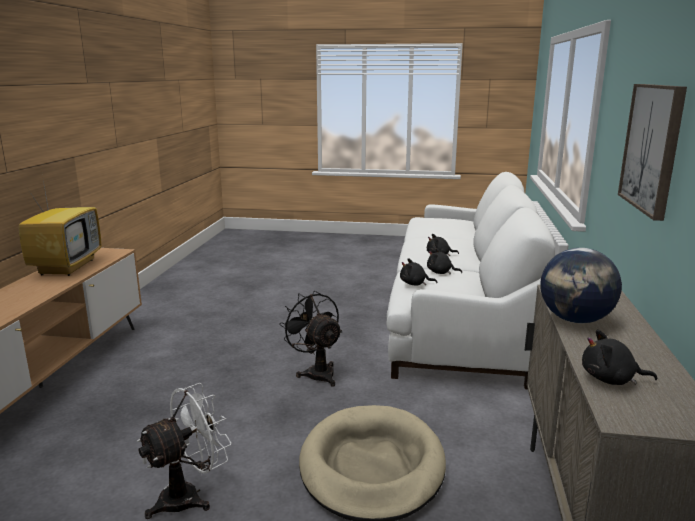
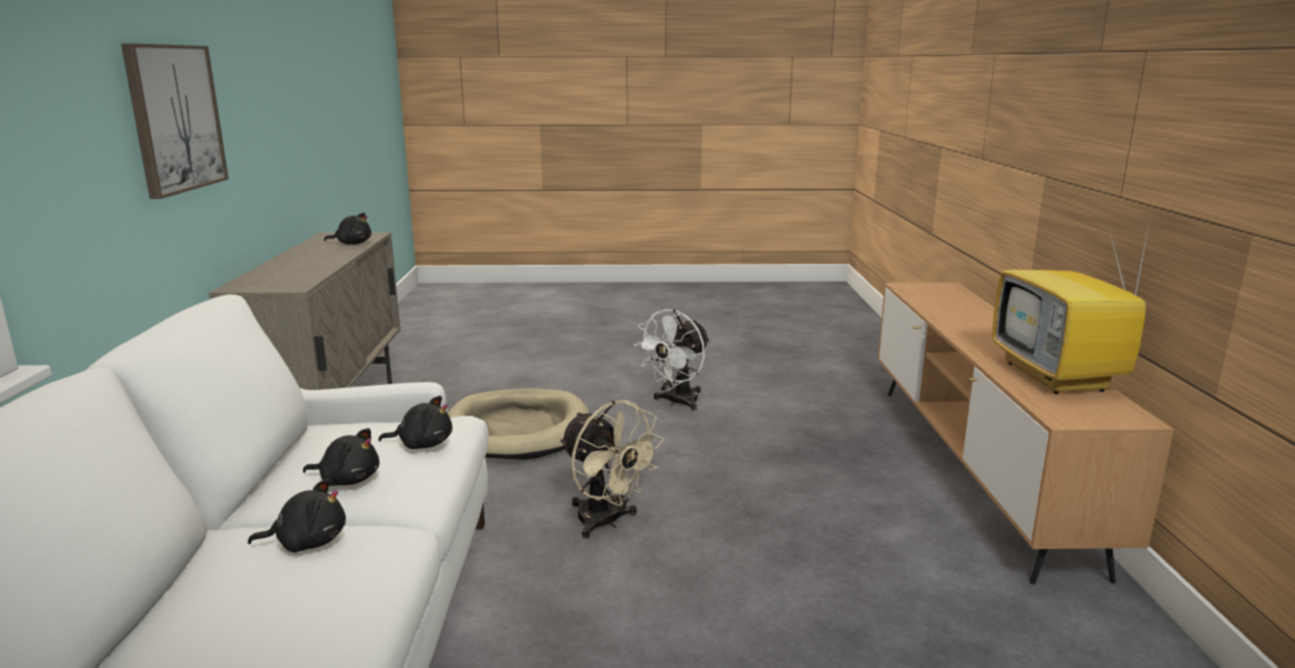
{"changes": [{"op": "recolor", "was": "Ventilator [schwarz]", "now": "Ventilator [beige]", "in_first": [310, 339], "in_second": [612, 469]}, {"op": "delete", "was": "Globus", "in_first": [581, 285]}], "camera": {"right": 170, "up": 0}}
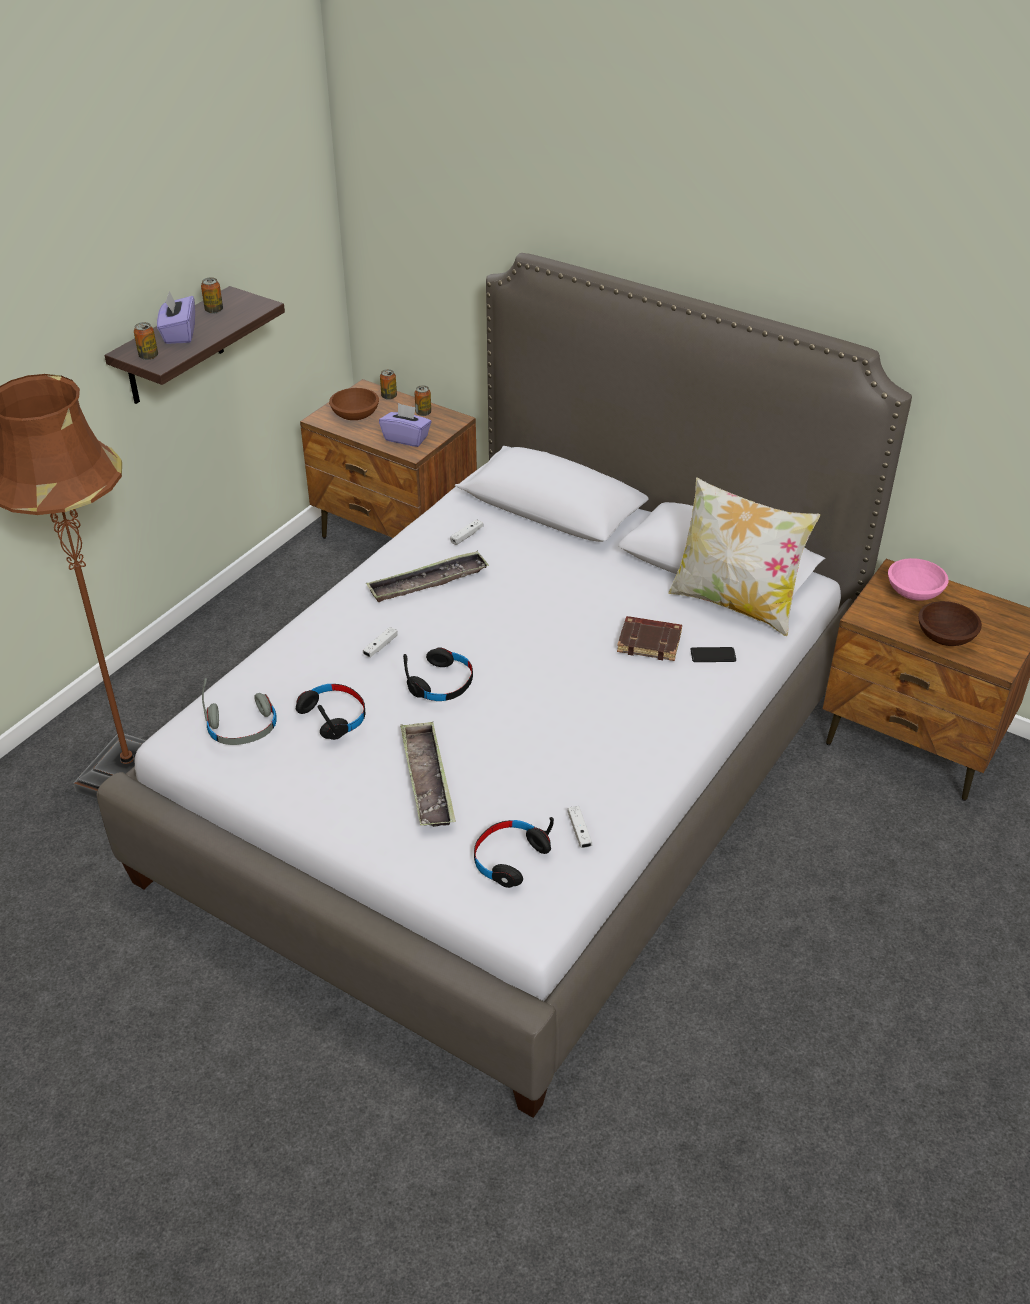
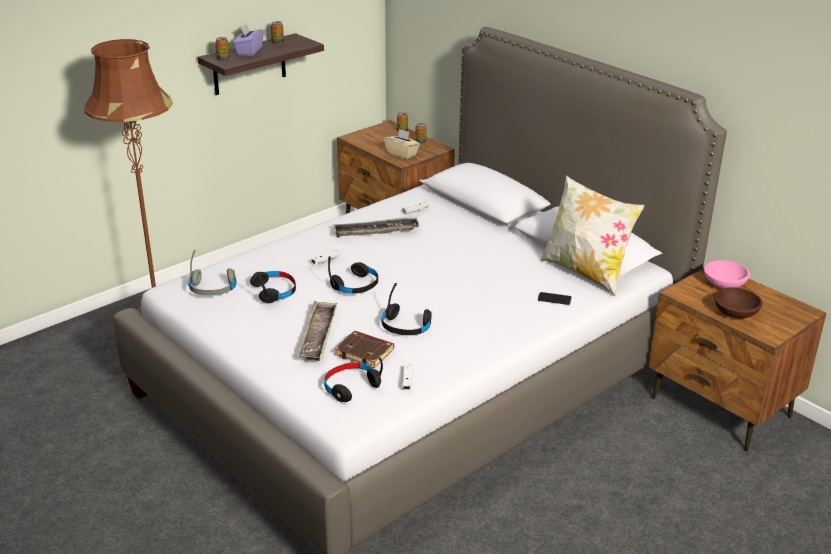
{"changes": [{"op": "move", "was": "Buch [braun]", "in_first": [649, 638], "in_second": [364, 349]}, {"op": "insert", "now": "Kopfhörer [schwarz]", "in_second": [406, 309]}, {"op": "recolor", "was": "Taschentuchbox [lila]", "now": "Taschentuchbox [beige]", "in_first": [405, 425], "in_second": [402, 144]}, {"op": "delete", "was": "Schüssel [braun]", "in_first": [354, 404]}], "camera": {"right": 15, "up": -10}}
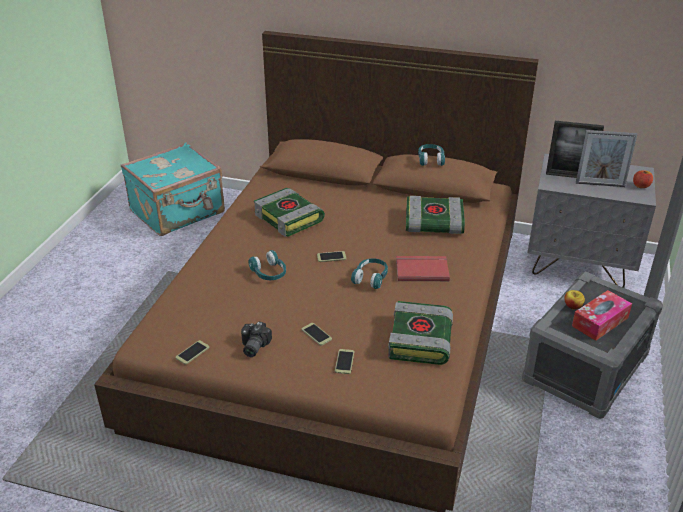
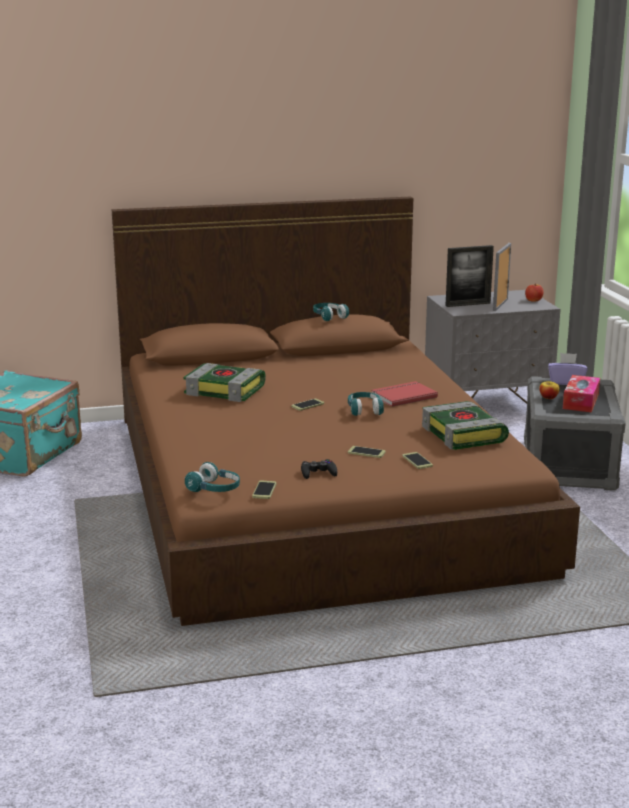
{"changes": [{"op": "move", "was": "Kopfhörer [türkis]", "in_first": [267, 265], "in_second": [212, 477]}, {"op": "replace", "was": "Kamera", "now": "Gamepad [schwarz]", "in_first": [256, 339], "in_second": [319, 469]}, {"op": "rotate", "was": "Bilderrahmen", "in_first": [607, 158], "in_second": [502, 277], "clockwise": 135}, {"op": "insert", "now": "Taschentuchbox [lila]", "in_second": [568, 369]}, {"op": "delete", "was": "Buch", "in_first": [435, 215]}], "camera": {"right": -30, "up": -15}}
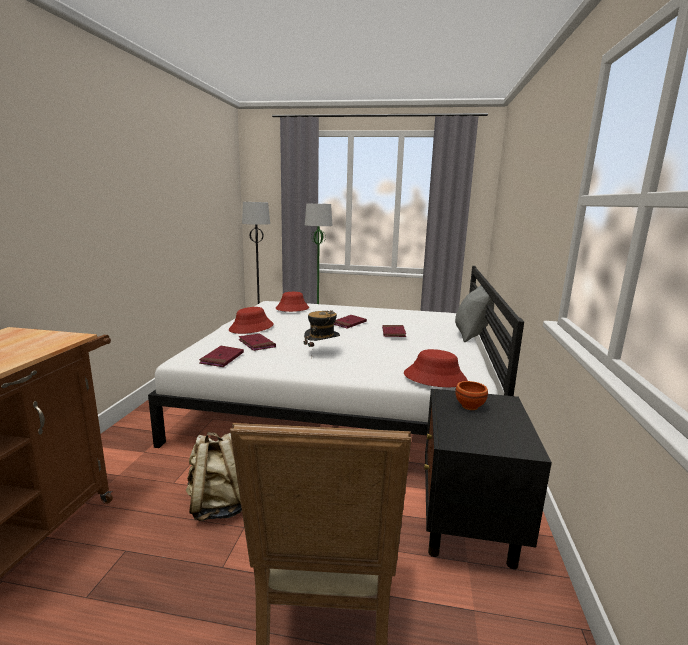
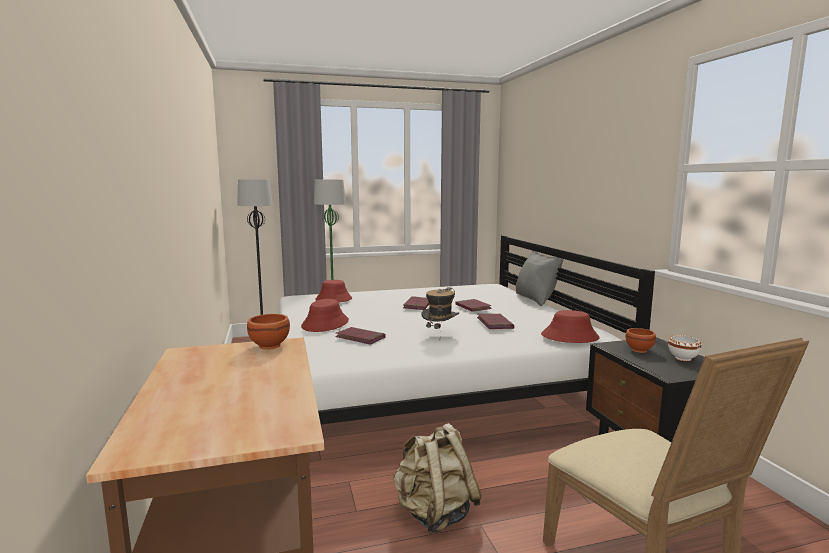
{"changes": [{"op": "insert", "now": "Schüssel [braun]", "in_second": [268, 332]}, {"op": "move", "was": "Buch [rot]", "in_first": [221, 356], "in_second": [495, 321]}, {"op": "insert", "now": "Schüssel [weiß]", "in_second": [684, 348]}], "camera": {"right": -25, "up": -5}}
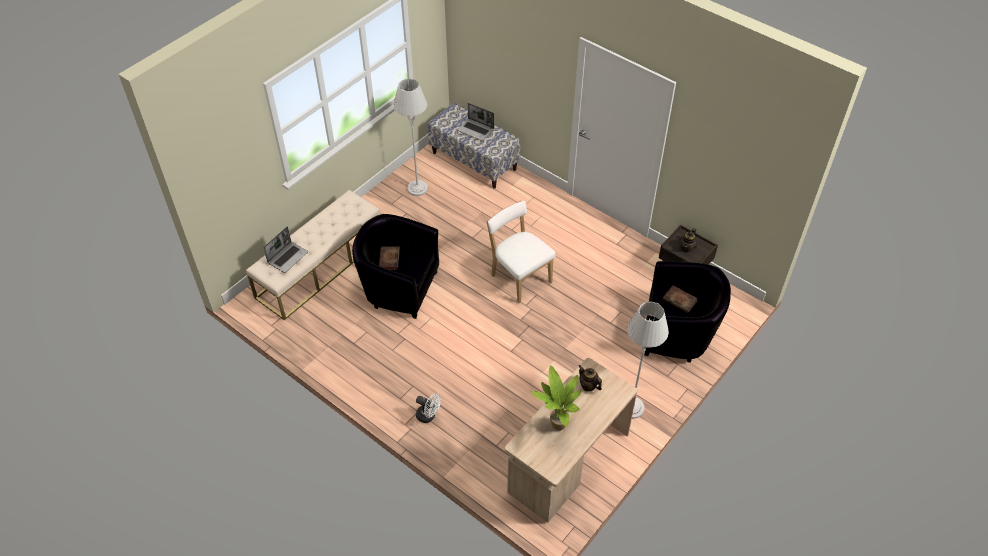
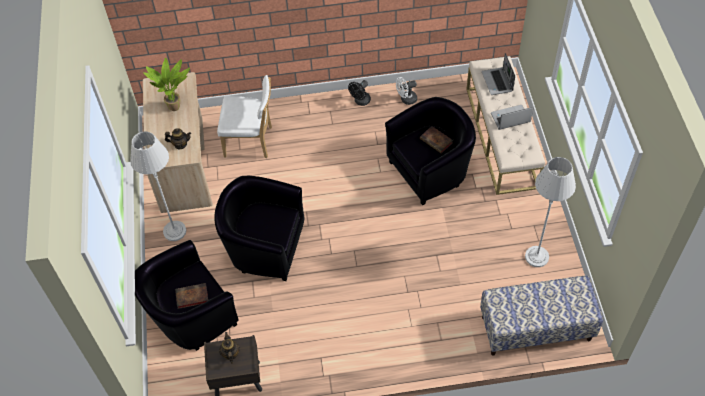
{"changes": [{"op": "insert", "now": "Sessel [schwarz]", "in_second": [259, 228]}, {"op": "move", "was": "Stuhl [weiß]", "in_first": [521, 252], "in_second": [244, 116]}, {"op": "insert", "now": "Ventilator [schwarz]", "in_second": [359, 93]}, {"op": "move", "was": "Ventilator [weiß]", "in_first": [428, 408], "in_second": [406, 91]}, {"op": "move", "was": "Laptop", "in_first": [475, 122], "in_second": [512, 117]}], "camera": {"right": 135, "up": 5}}
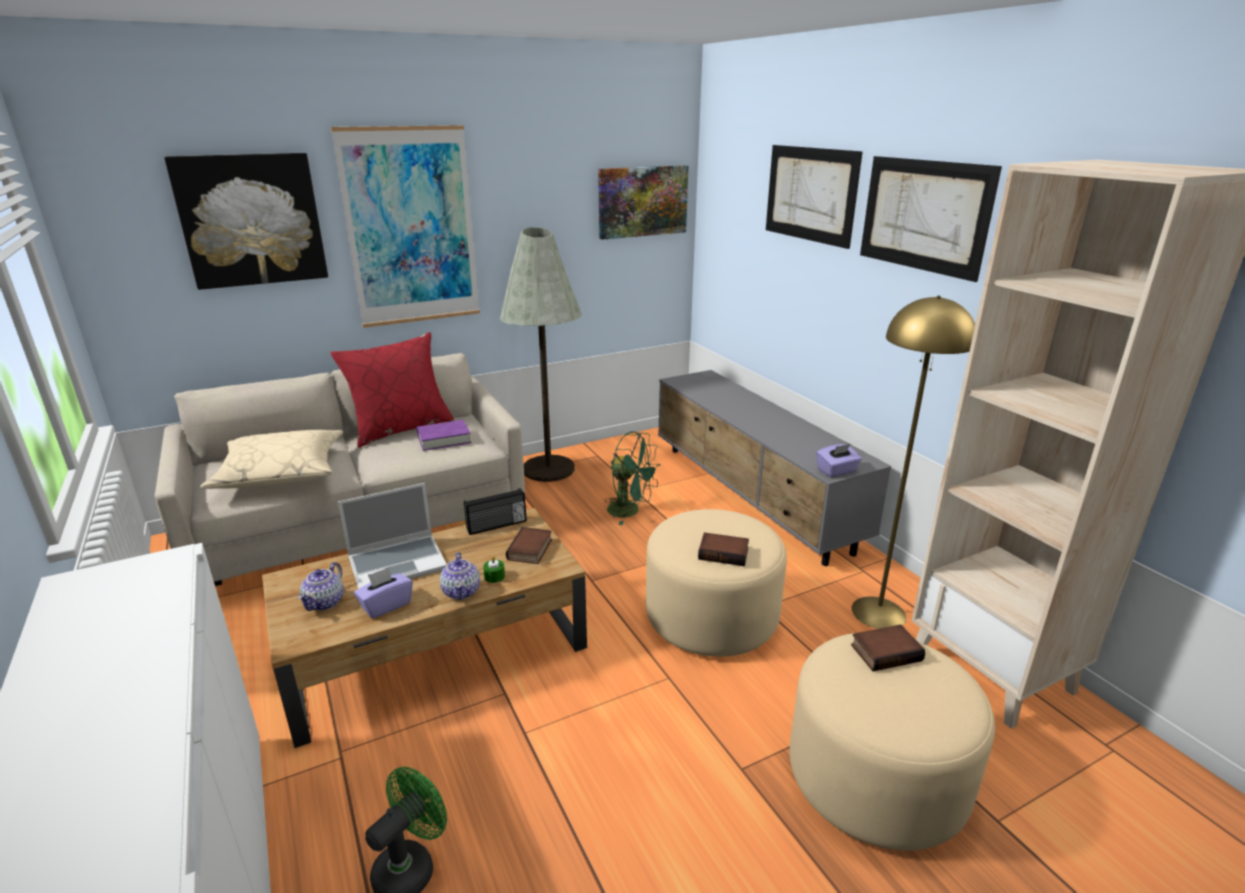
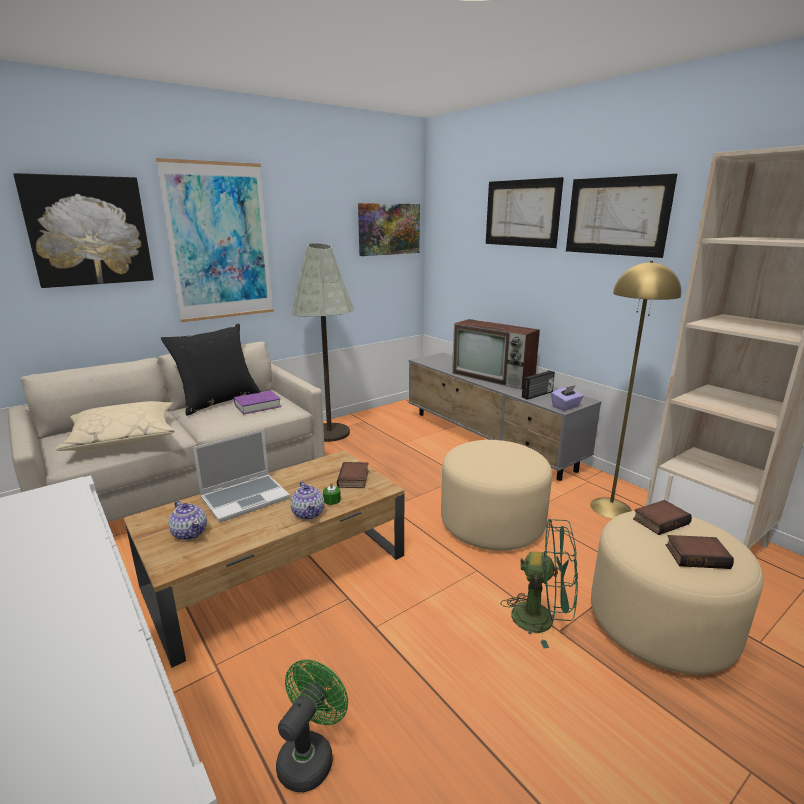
{"changes": [{"op": "recolor", "was": "Kissen [rot]", "now": "Kissen [schwarz]", "in_first": [392, 389], "in_second": [211, 370]}, {"op": "rotate", "was": "Teekanne", "in_first": [320, 586], "in_second": [187, 520], "clockwise": -45}, {"op": "insert", "now": "Fernseher", "in_second": [496, 354]}, {"op": "move", "was": "Ventilator [grün]", "in_first": [632, 478], "in_second": [539, 583]}, {"op": "move", "was": "Radio", "in_first": [495, 511], "in_second": [538, 385]}, {"op": "move", "was": "Buch", "in_first": [723, 549], "in_second": [700, 552]}, {"op": "delete", "was": "Taschentuchbox [lila]", "in_first": [383, 593]}], "camera": {"right": -10, "up": -5}}
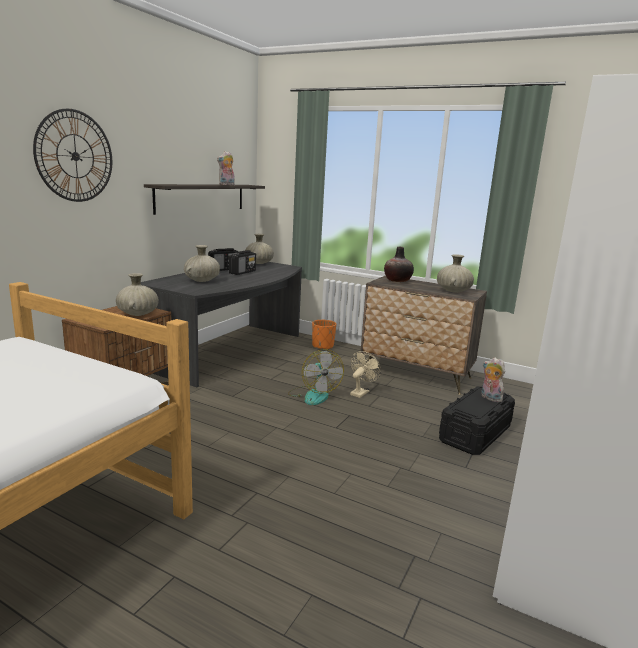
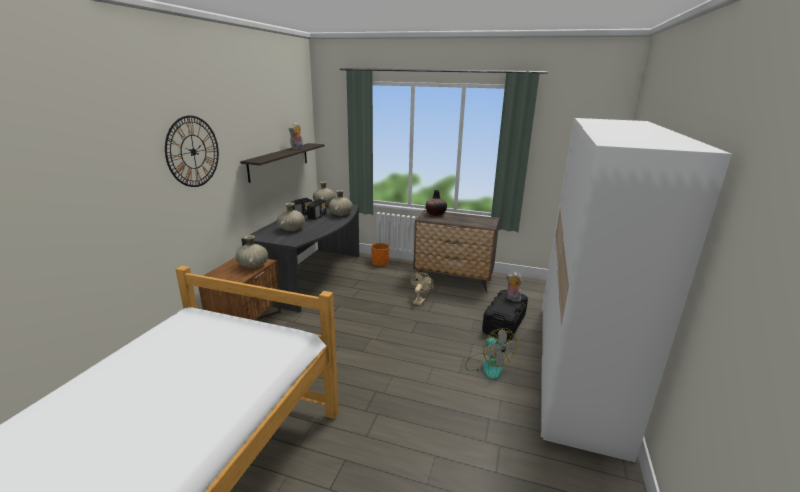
{"changes": [{"op": "move", "was": "Vase [beige]", "in_first": [455, 273], "in_second": [340, 203]}, {"op": "move", "was": "Ventilator", "in_first": [316, 377], "in_second": [491, 354]}], "camera": {"right": -10, "up": 5}}
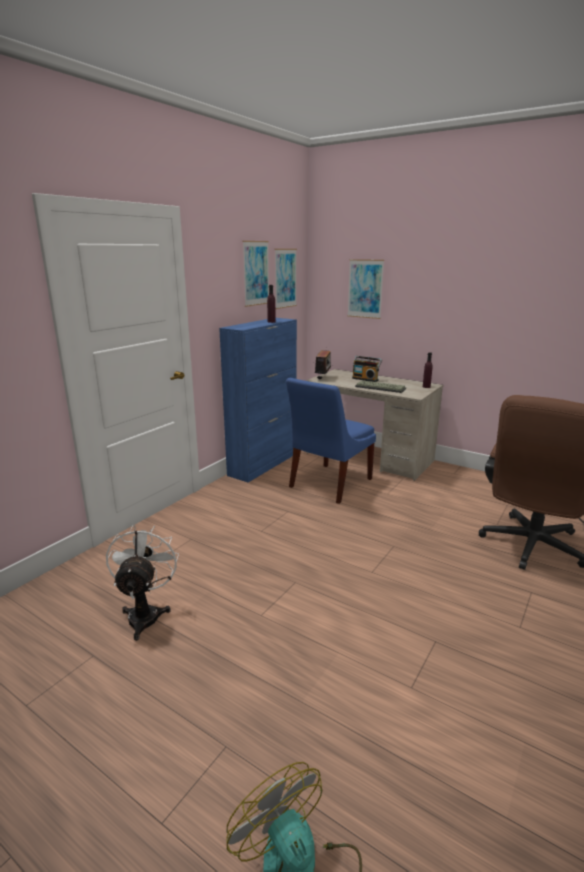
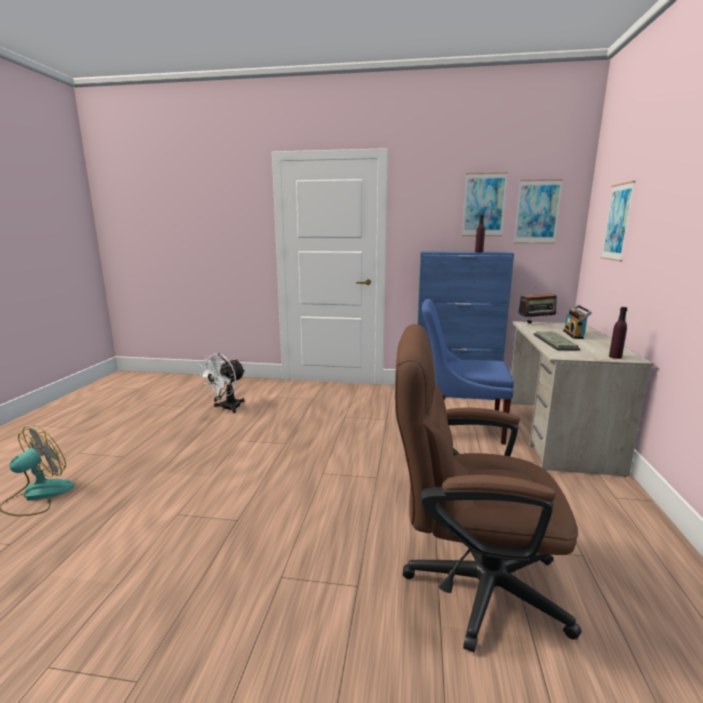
{"changes": [{"op": "rotate", "was": "Ventilator [weiß]", "in_first": [142, 583], "in_second": [221, 383], "clockwise": 150}], "camera": {"right": 65, "up": -5}}
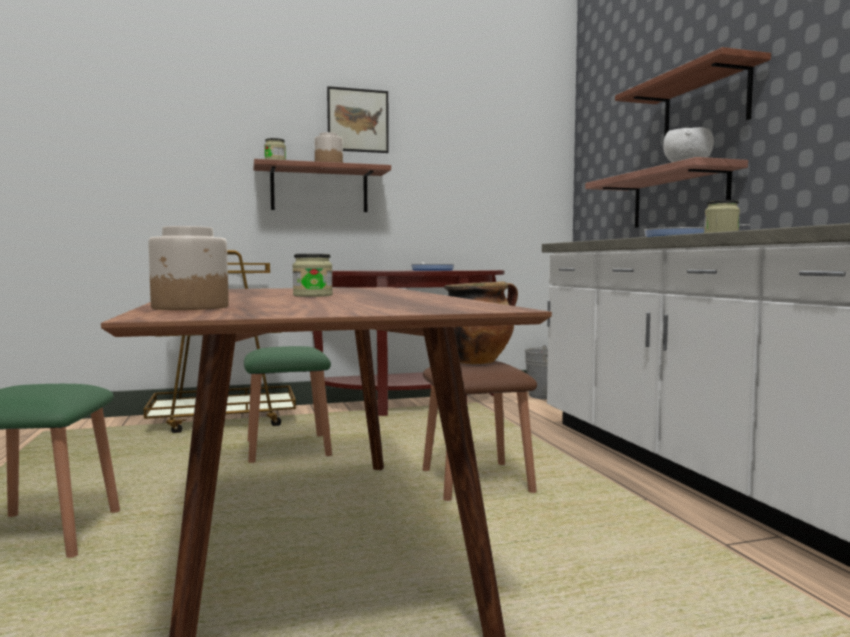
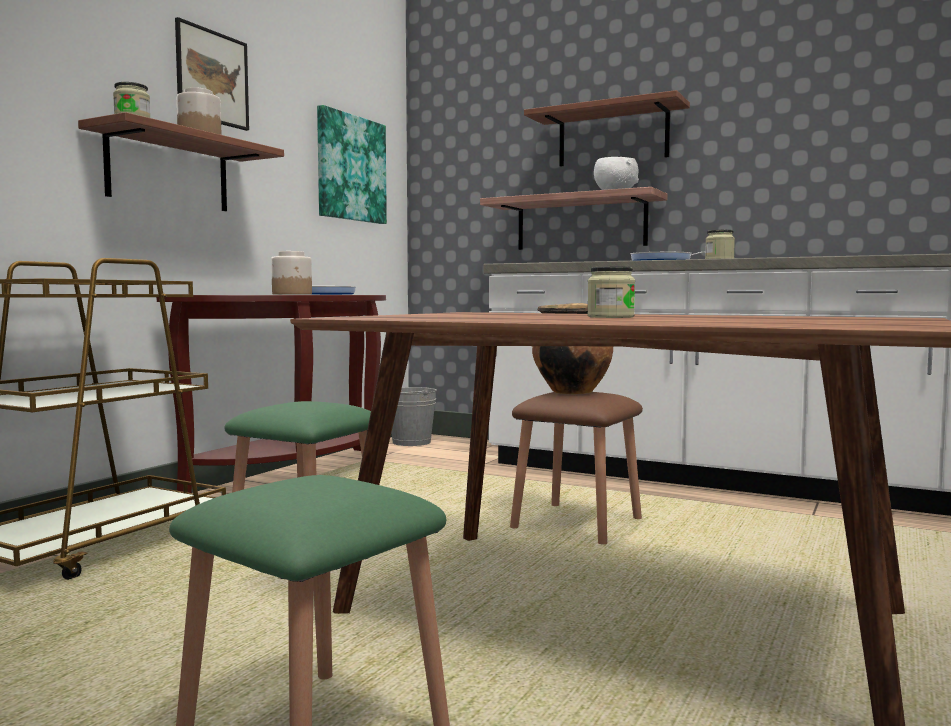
{"changes": [{"op": "move", "was": "Vorratsglas", "in_first": [188, 268], "in_second": [291, 273]}, {"op": "insert", "now": "Bild", "in_second": [352, 164]}], "camera": {"right": -45, "up": 0}}
